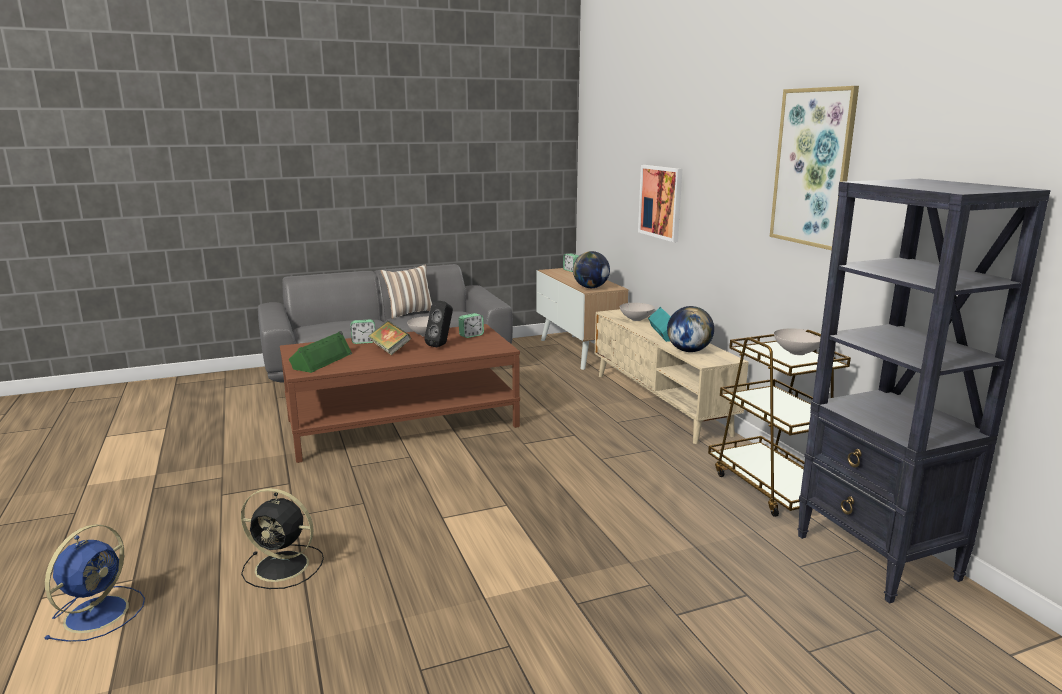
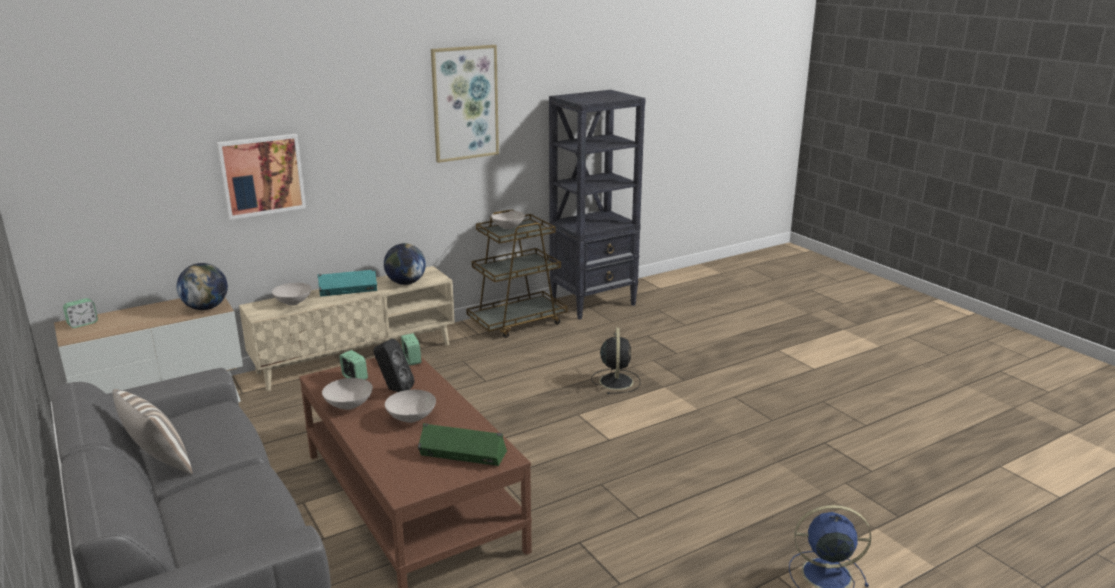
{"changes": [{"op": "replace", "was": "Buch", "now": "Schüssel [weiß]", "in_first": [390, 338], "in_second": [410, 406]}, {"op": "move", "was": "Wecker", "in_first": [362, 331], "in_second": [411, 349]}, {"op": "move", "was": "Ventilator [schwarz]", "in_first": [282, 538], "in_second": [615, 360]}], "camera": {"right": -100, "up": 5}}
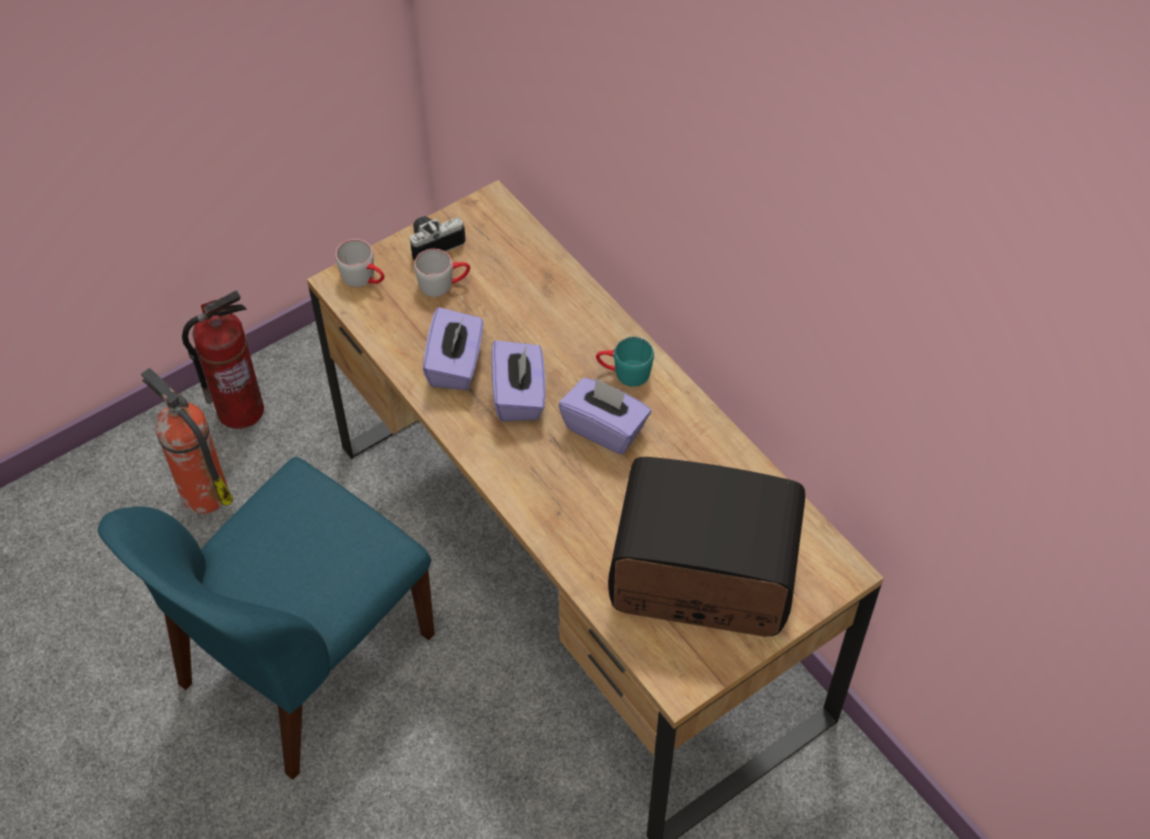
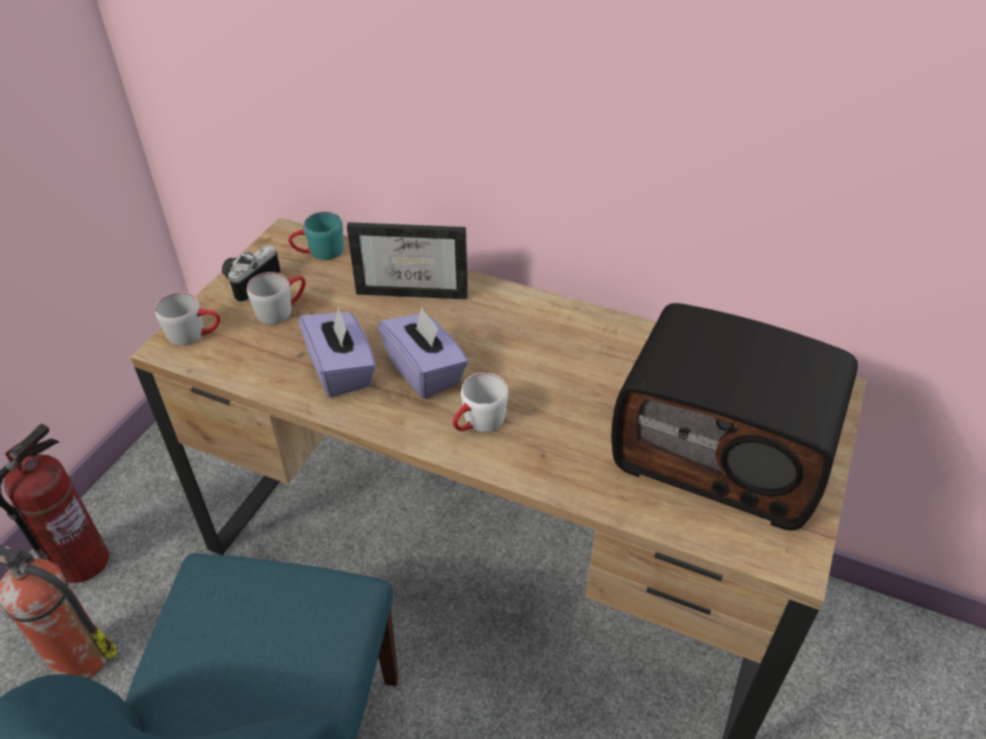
{"changes": [{"op": "move", "was": "Henkelbecher [türkis]", "in_first": [625, 362], "in_second": [315, 236]}, {"op": "insert", "now": "Bilderrahmen", "in_second": [407, 260]}, {"op": "insert", "now": "Henkelbecher [weiß]", "in_second": [480, 402]}, {"op": "rotate", "was": "Radio", "in_first": [706, 547], "in_second": [734, 416], "clockwise": -135}, {"op": "delete", "was": "Taschentuchbox [lila]", "in_first": [605, 415]}], "camera": {"right": -30, "up": -10}}
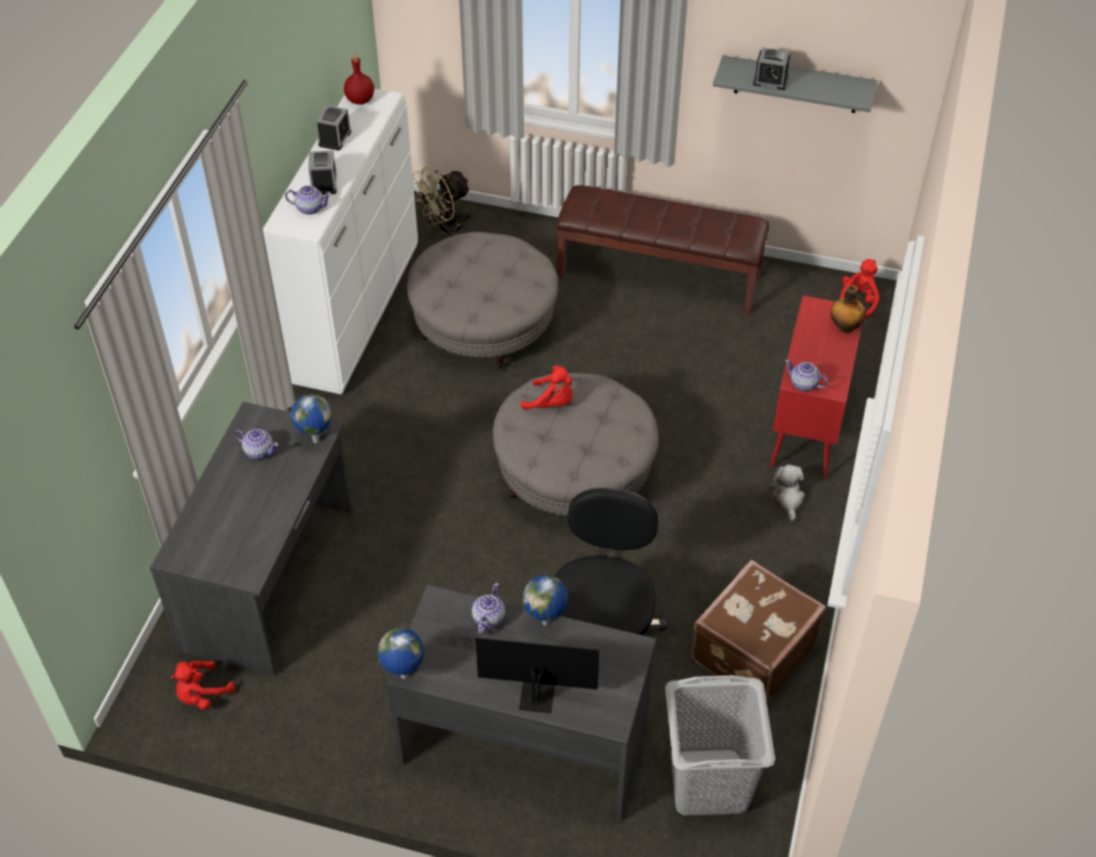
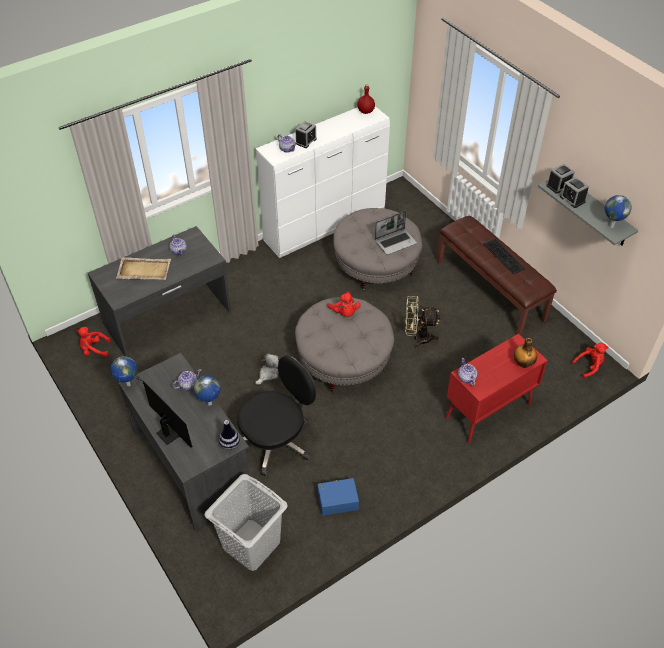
{"changes": [{"op": "insert", "now": "Tablett [beige]", "in_second": [143, 268]}, {"op": "insert", "now": "Vase", "in_second": [229, 435]}, {"op": "move", "was": "Plüschtier", "in_first": [787, 492], "in_second": [267, 369]}, {"op": "replace", "was": "Koffer [braun]", "now": "Aufbewahrungsbox [blau]", "in_first": [758, 631], "in_second": [338, 497]}, {"op": "insert", "now": "Laptop", "in_second": [395, 233]}, {"op": "move", "was": "Ventilator [beige]", "in_first": [442, 201], "in_second": [423, 322]}, {"op": "insert", "now": "Tastatur", "in_second": [504, 256]}, {"op": "move", "was": "Wecker", "in_first": [333, 127], "in_second": [560, 179]}, {"op": "move", "was": "Globus", "in_first": [311, 418], "in_second": [618, 211]}], "camera": {"right": 40, "up": 0}}
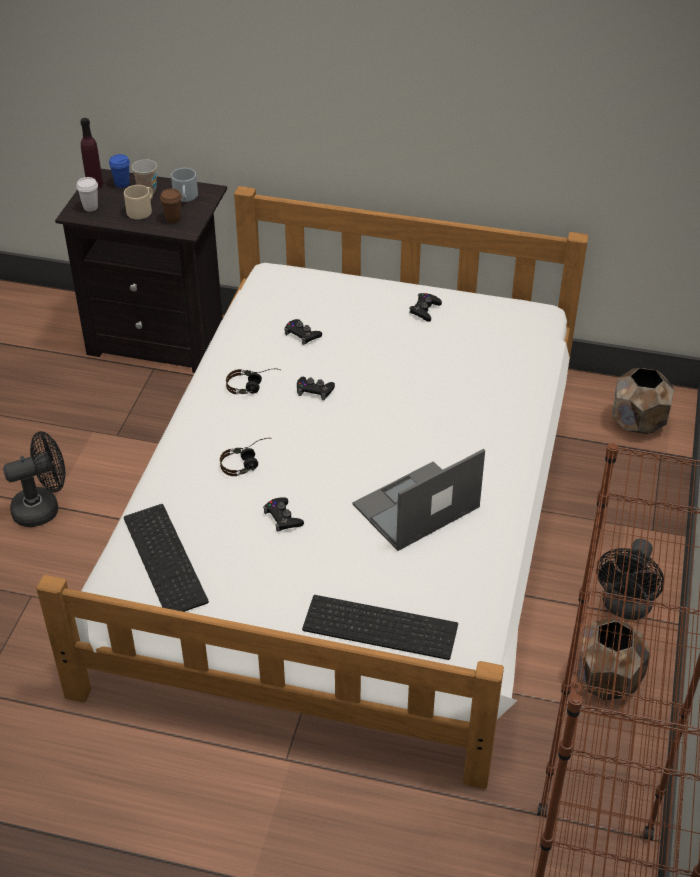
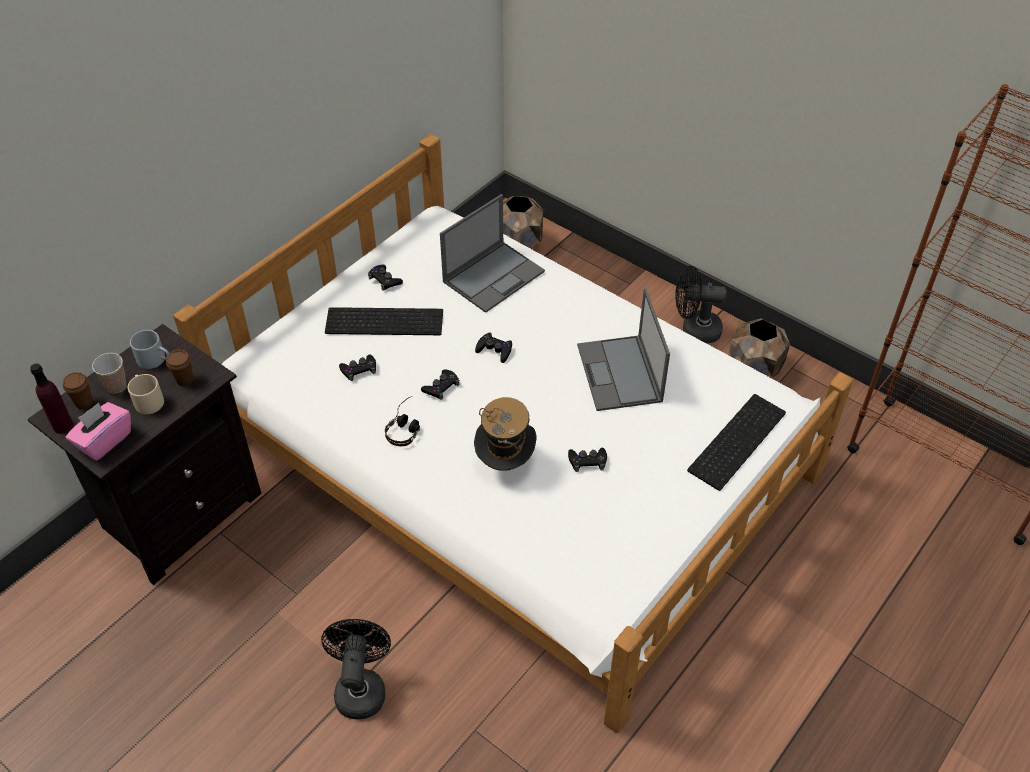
{"changes": [{"op": "recolor", "was": "Tasse [blau]", "now": "Tasse [braun]", "in_first": [119, 171], "in_second": [78, 390]}, {"op": "replace", "was": "Tasse [weiß]", "now": "Taschentuchbox [rosa]", "in_first": [87, 194], "in_second": [98, 431]}, {"op": "move", "was": "Tastatur", "in_first": [166, 558], "in_second": [384, 321]}, {"op": "insert", "now": "Laptop", "in_second": [492, 253]}, {"op": "replace", "was": "Kopfhörer", "now": "Hut", "in_first": [243, 457], "in_second": [505, 434]}, {"op": "insert", "now": "Gamepad [schwarz]", "in_second": [493, 347]}, {"op": "rotate", "was": "Ventilator [schwarz]", "in_first": [630, 579], "in_second": [701, 304], "clockwise": 135}], "camera": {"right": -65, "up": 5}}
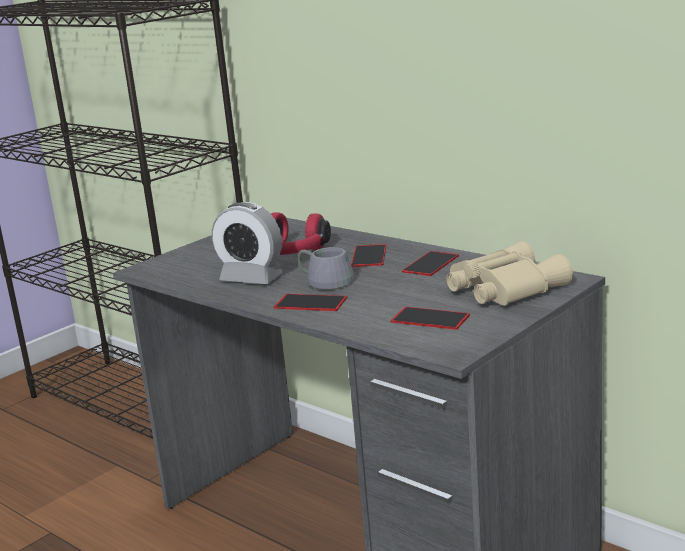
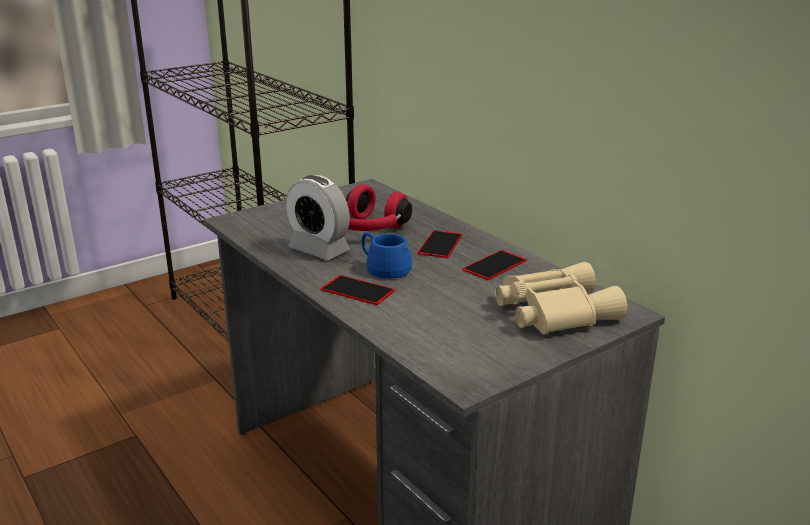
{"changes": [{"op": "recolor", "was": "Henkelbecher [grau]", "now": "Henkelbecher [blau]", "in_first": [325, 268], "in_second": [387, 255]}, {"op": "delete", "was": "Handy", "in_first": [430, 318]}], "camera": {"right": 10, "up": 5}}
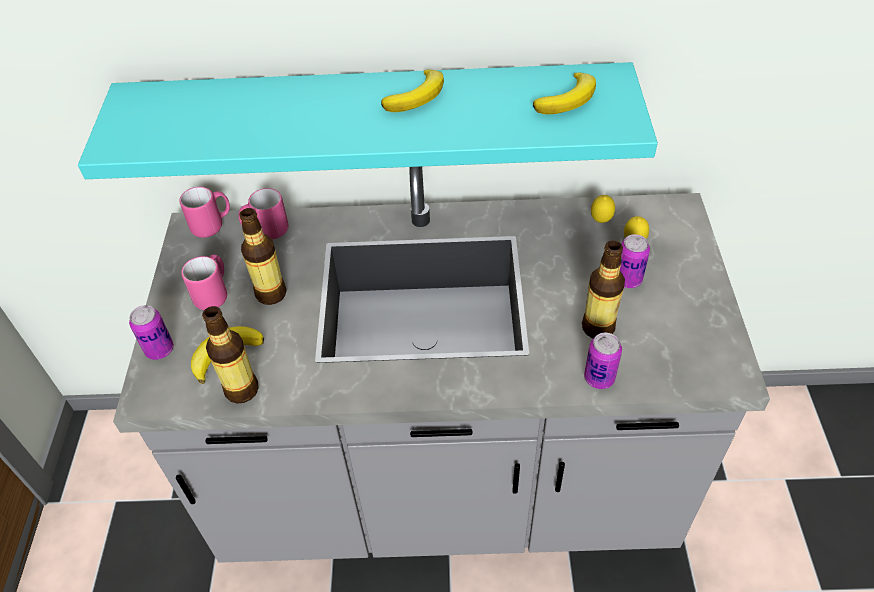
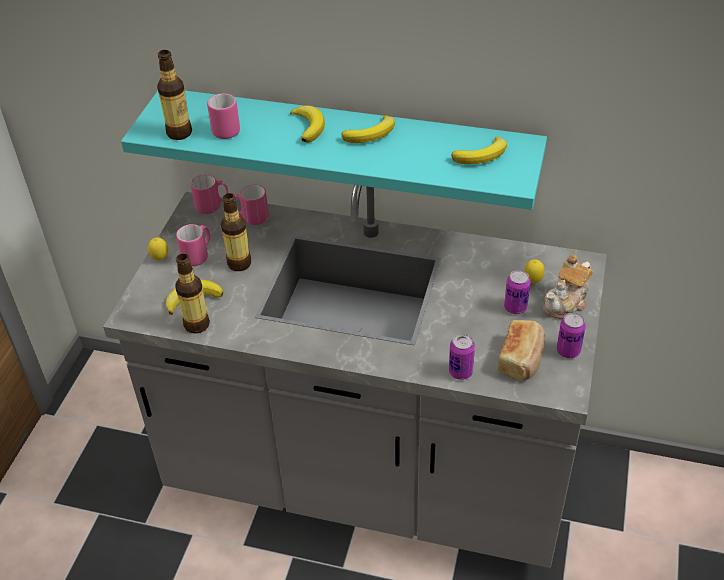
{"changes": [{"op": "move", "was": "Zitrone", "in_first": [603, 209], "in_second": [158, 248]}, {"op": "move", "was": "Flasche", "in_first": [603, 289], "in_second": [174, 95]}, {"op": "insert", "now": "Henkelbecher [rosa]", "in_second": [223, 116]}, {"op": "insert", "now": "Banane", "in_second": [307, 124]}, {"op": "insert", "now": "Brot", "in_second": [521, 350]}, {"op": "insert", "now": "Teekanne", "in_second": [568, 287]}, {"op": "move", "was": "Dose", "in_first": [151, 332], "in_second": [571, 335]}], "camera": {"right": 15, "up": -5}}
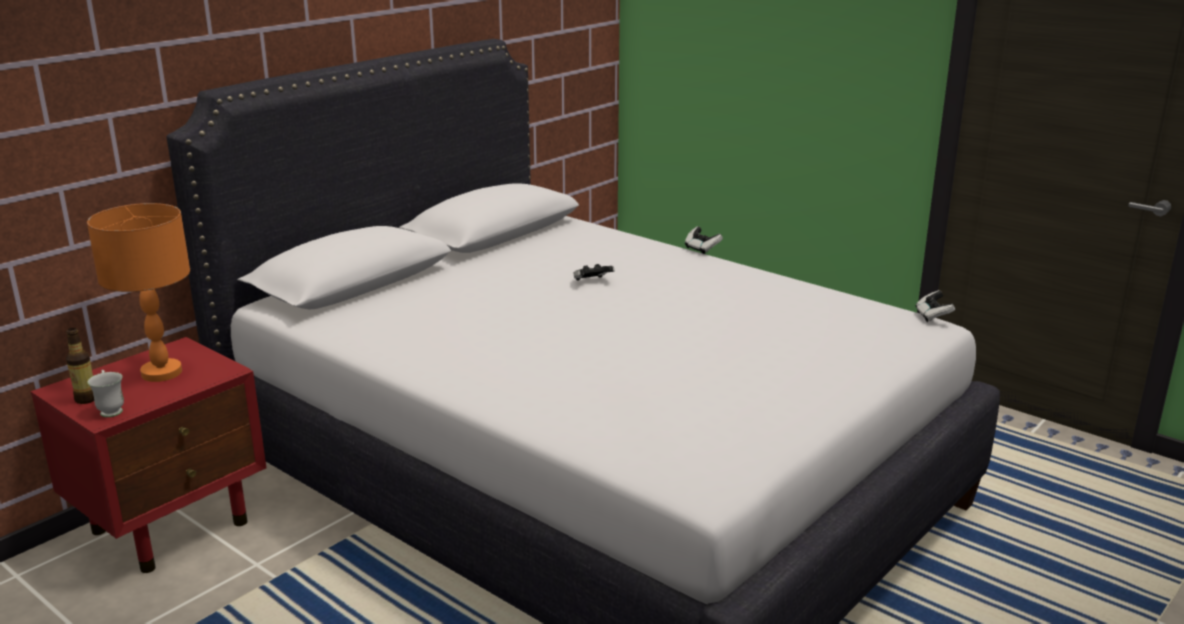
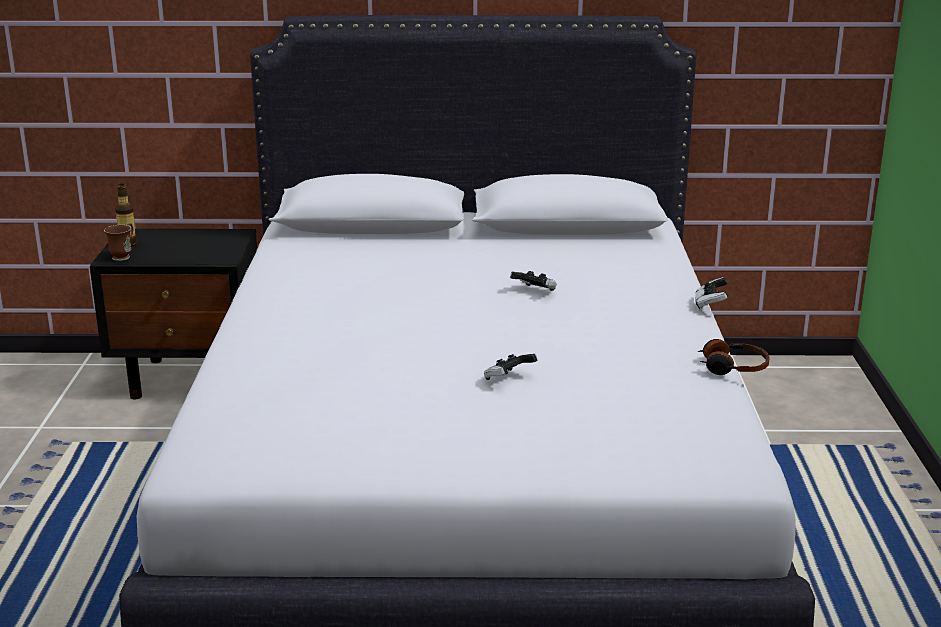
{"changes": [{"op": "recolor", "was": "Nachttisch [rot]", "now": "Nachttisch [schwarz]", "in_first": [148, 455], "in_second": [173, 314]}, {"op": "recolor", "was": "Henkelbecher [weiß]", "now": "Henkelbecher [braun]", "in_first": [105, 393], "in_second": [118, 242]}, {"op": "move", "was": "Gamepad", "in_first": [935, 306], "in_second": [511, 366]}, {"op": "insert", "now": "Kopfhörer", "in_second": [733, 357]}, {"op": "delete", "was": "Tischlampe [orange]", "in_first": [138, 292]}], "camera": {"right": 50, "up": 0}}
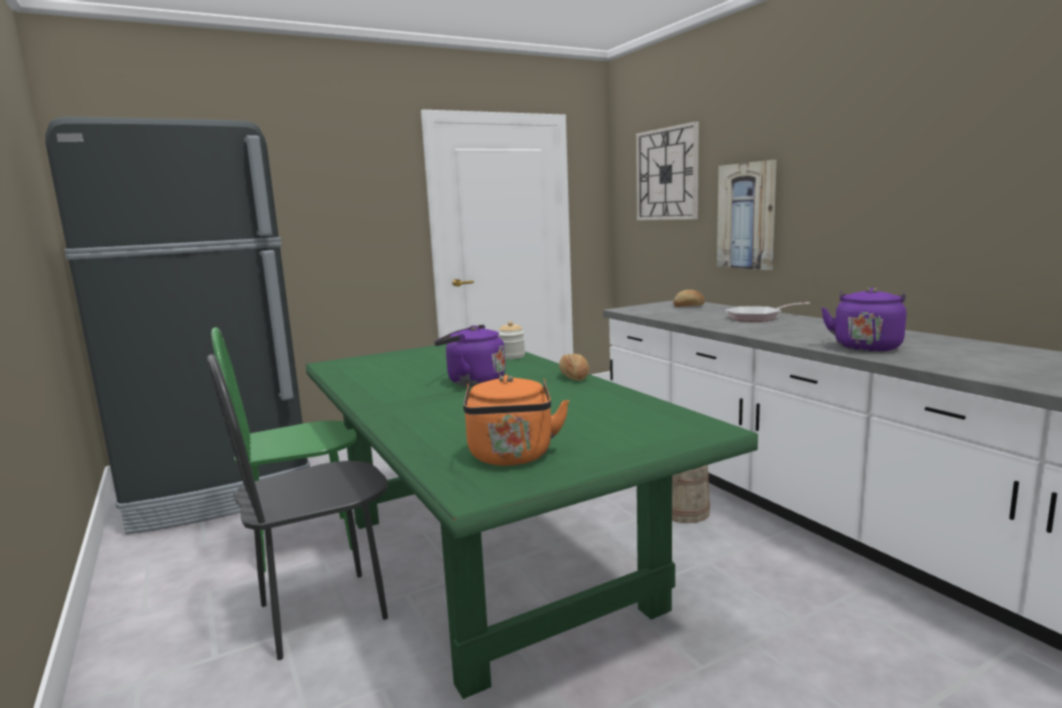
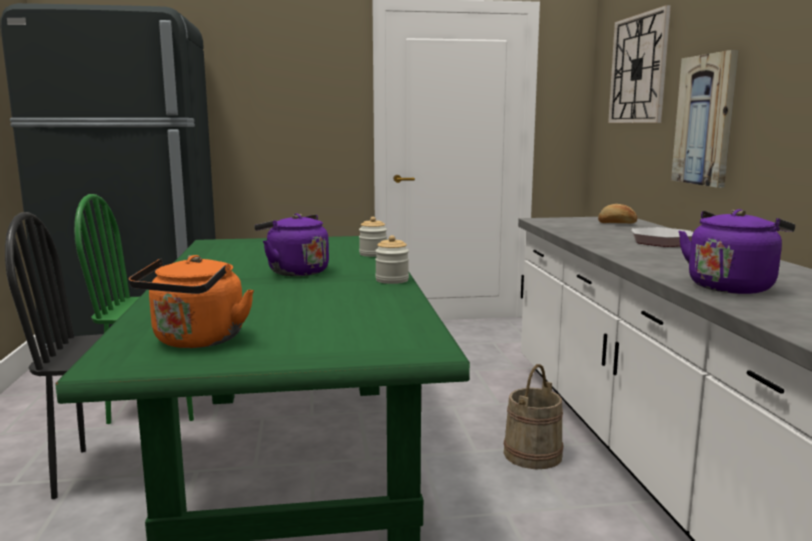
{"changes": [{"op": "replace", "was": "Brot", "now": "Vorratsglas", "in_first": [574, 367], "in_second": [392, 259]}], "camera": {"right": 20, "up": 0}}
